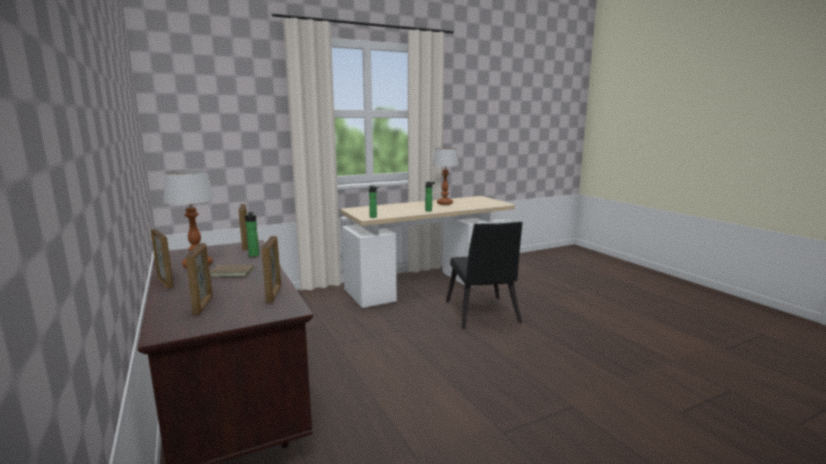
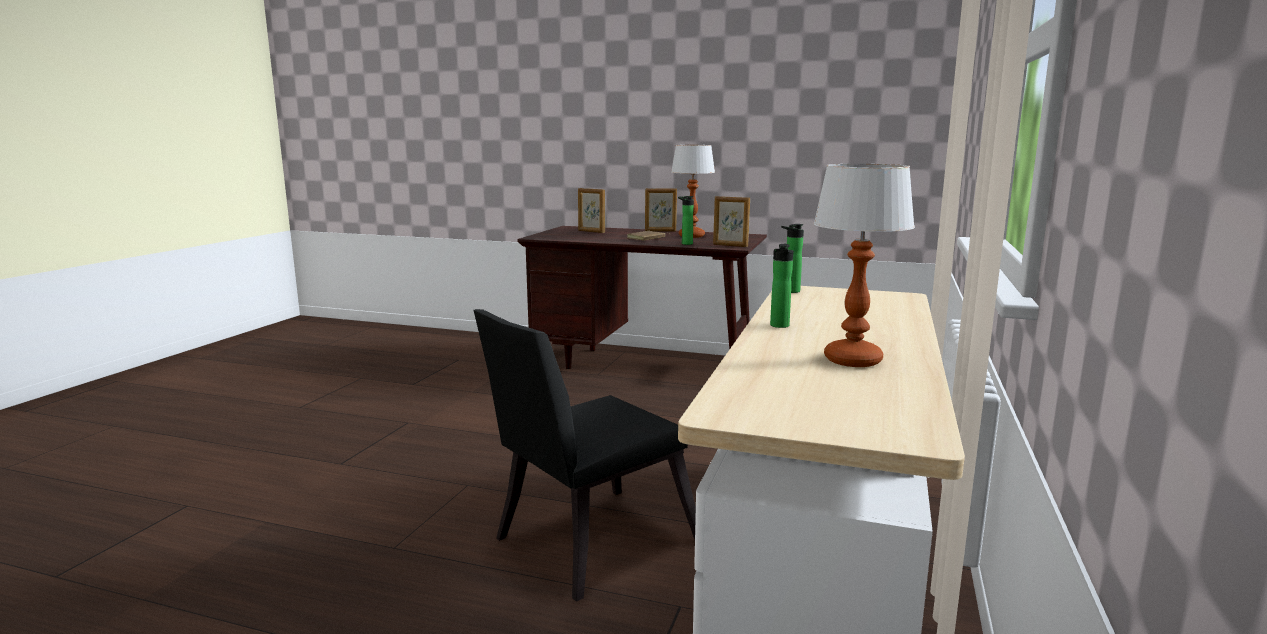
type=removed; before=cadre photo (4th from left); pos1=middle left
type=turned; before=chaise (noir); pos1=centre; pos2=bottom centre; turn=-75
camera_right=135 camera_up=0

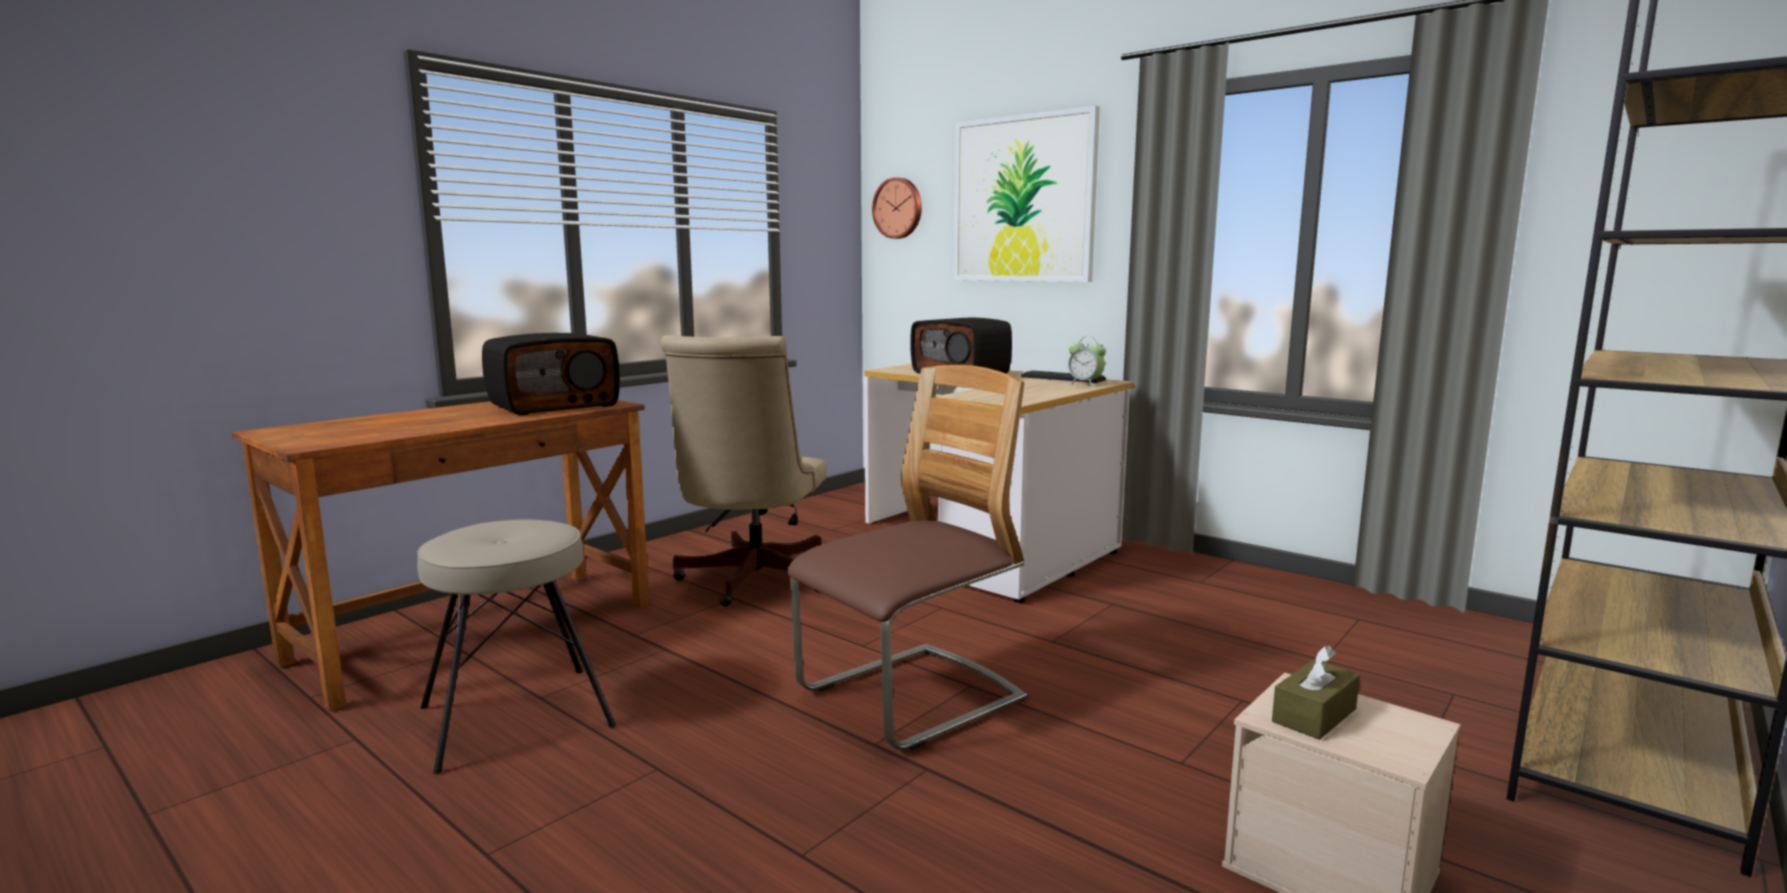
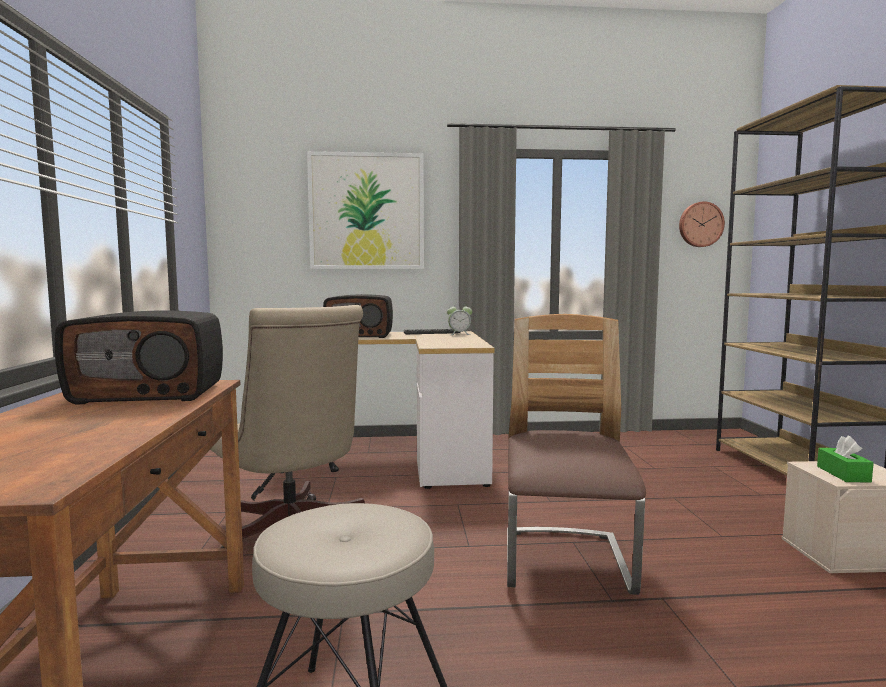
type=moved; before=horloge murale; pos1=top centre; pos2=top right
type=recoloured; before=boîte à mouchoirs (marron); after=boîte à mouchoirs (vert); pos1=bottom right; pos2=bottom right
type=turned; before=radio (1st from left); pos1=middle left; pos2=middle left; turn=75
camera_right=-45 camera_up=-5

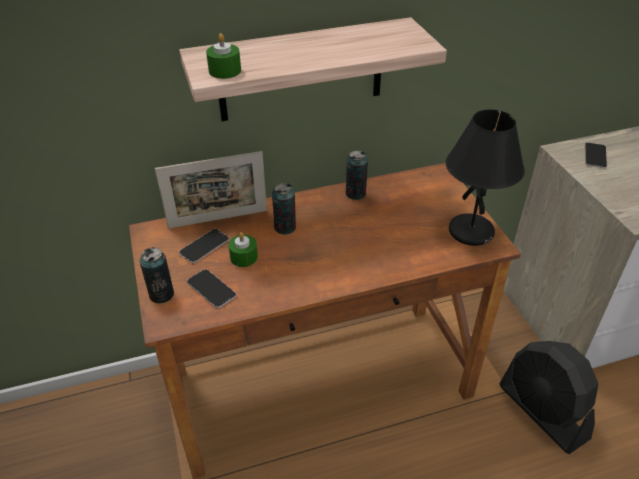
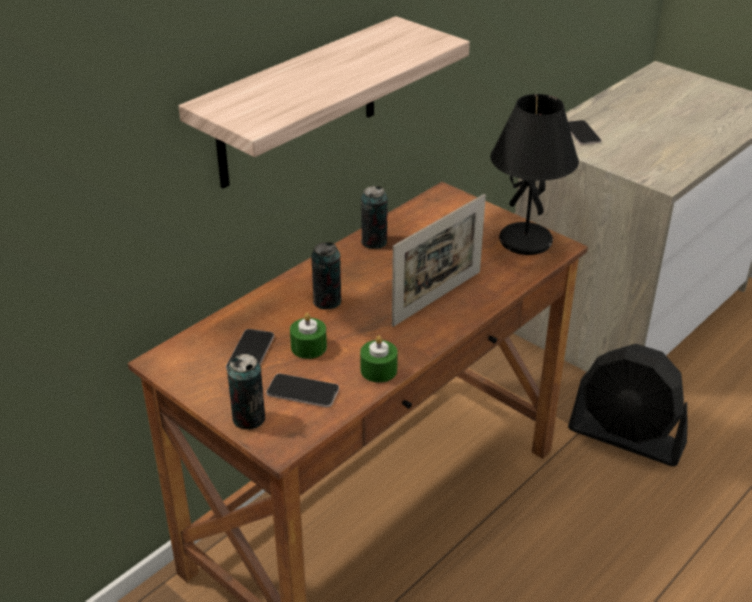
type=moved; before=cadre photo; pos1=middle left; pos2=centre
type=moved; before=bougie (vert) (1st from left in the first image); after=bougie (vert) (2nd from left); pos1=top centre; pos2=centre
camera_right=-30 camera_up=-5

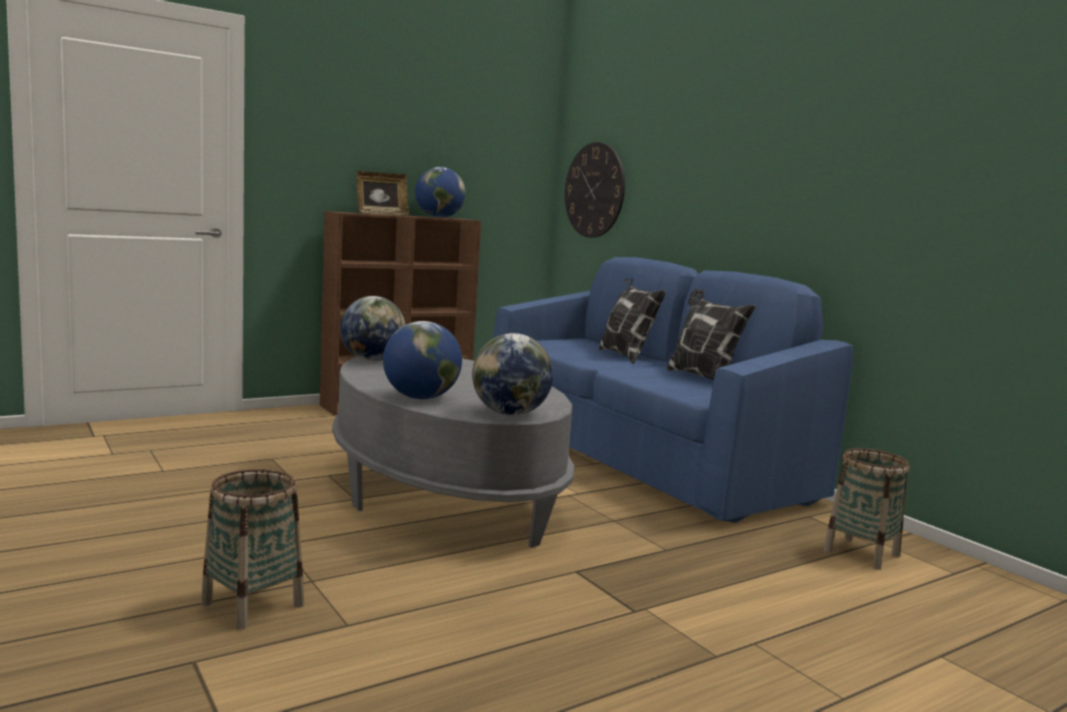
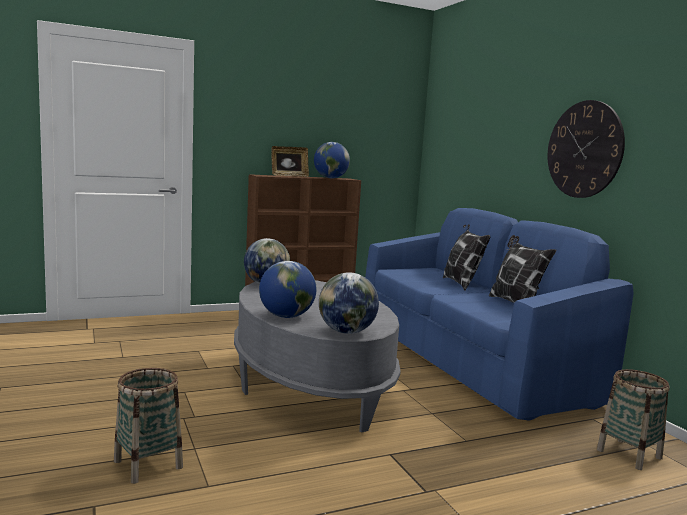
type=moved; before=horloge murale; pos1=top centre; pos2=top right
camera_right=10 camera_up=0

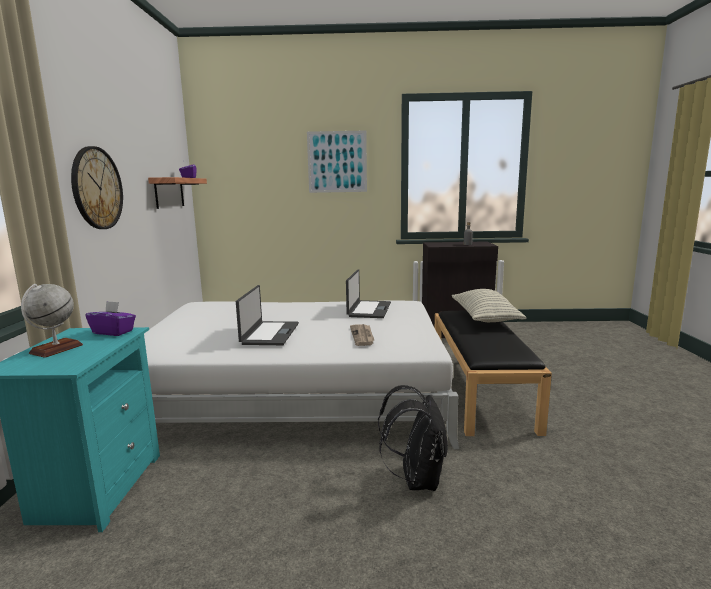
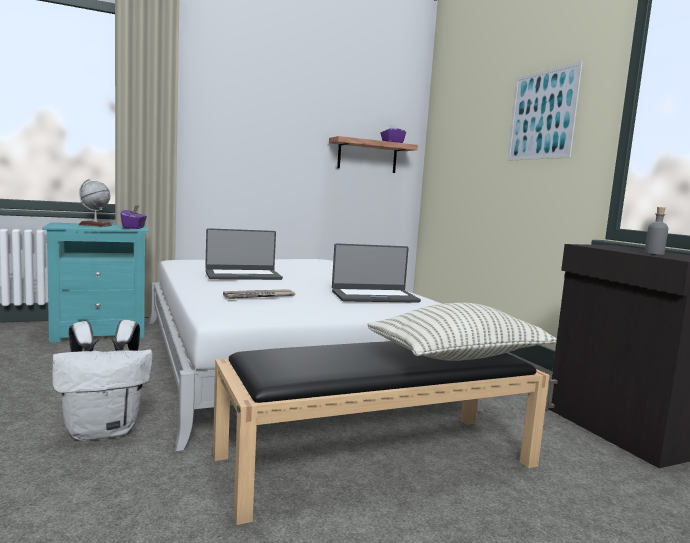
type=removed; before=horloge murale; pos1=top left
type=recoloured; before=sac à dos (noir); after=sac à dos (blanc); pos1=bottom centre; pos2=bottom left
camera_right=65 camera_up=-5

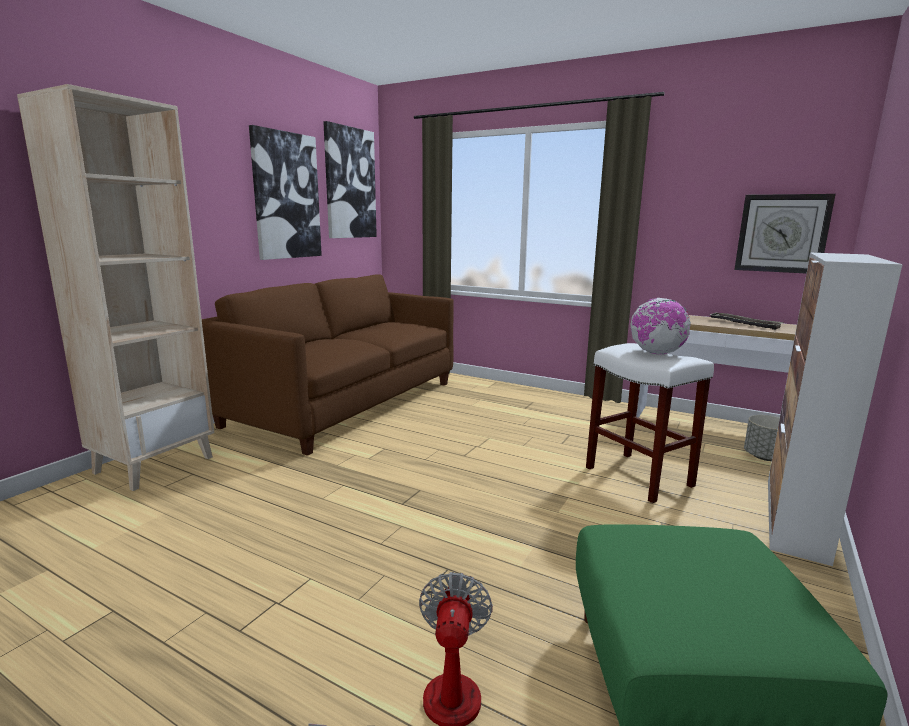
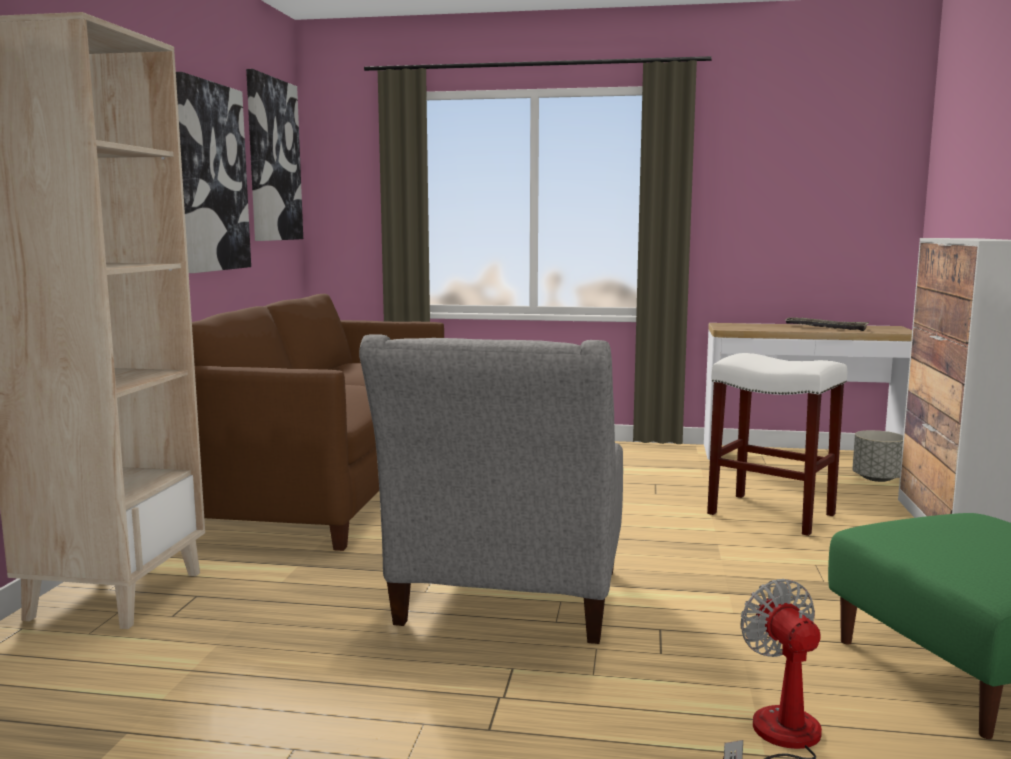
type=removed; before=globe; pos1=middle right
type=removed; before=horloge murale; pos1=top right
type=added; after=fauteuil (gris); pos2=centre
camera_right=-20 camera_up=-5

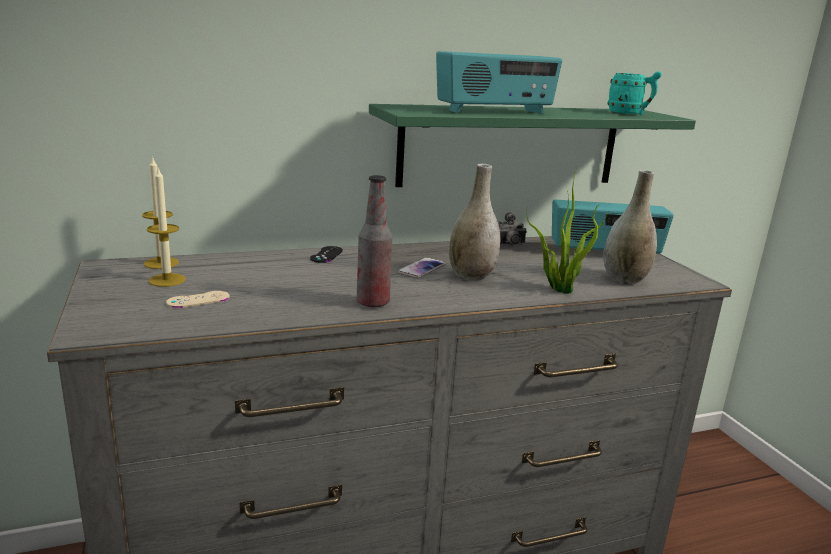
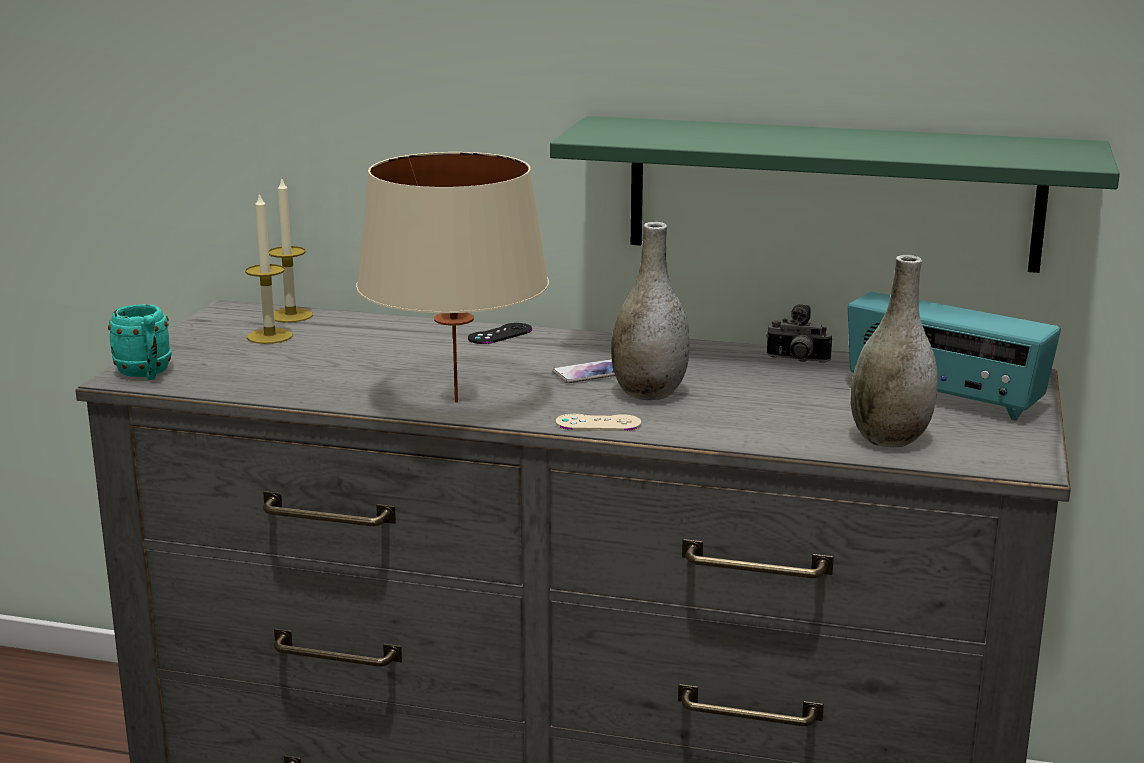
type=removed; before=radio (1st from left); pos1=top centre
type=removed; before=plante en pot; pos1=middle right
type=moved; before=manette (beige); pos1=middle left; pos2=centre
type=moved; before=mug (turquoise); pos1=top right; pos2=middle left
type=replaced; before=bouteille; after=lampe de table (beige); pos1=centre; pos2=centre
camera_right=35 camera_up=0

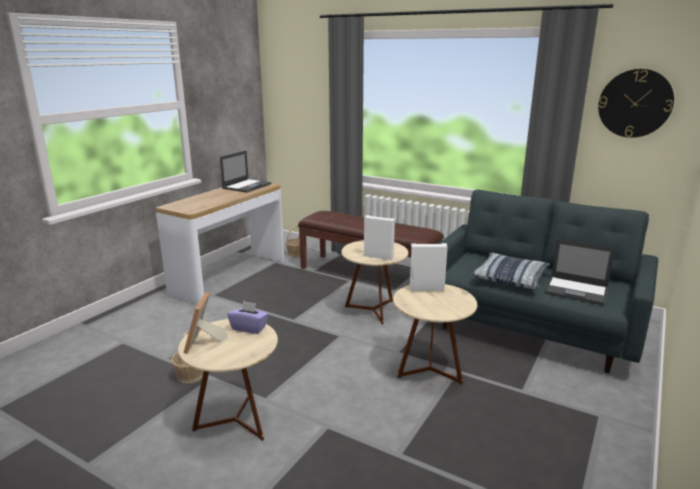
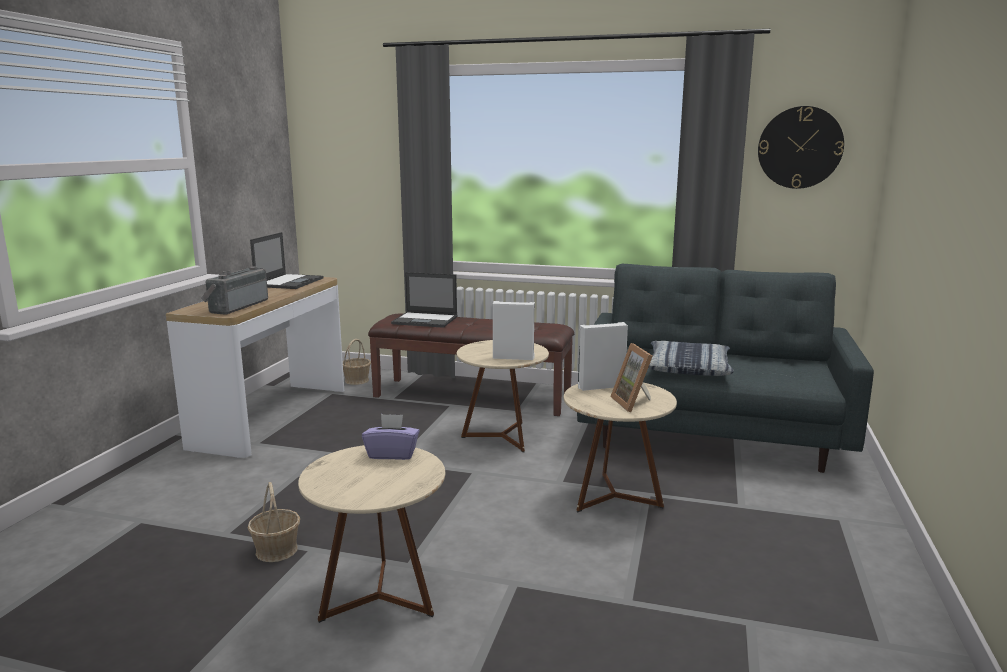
type=added; after=radio; pos2=middle left
type=moved; before=cadre photo; pos1=middle left; pos2=centre
type=moved; before=ordinateur portable (2nd from left); pos1=middle right; pos2=centre
camera_right=-15 camera_up=-5

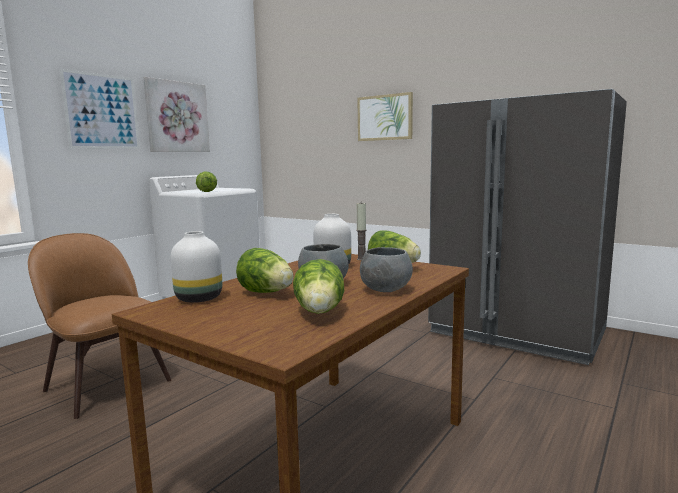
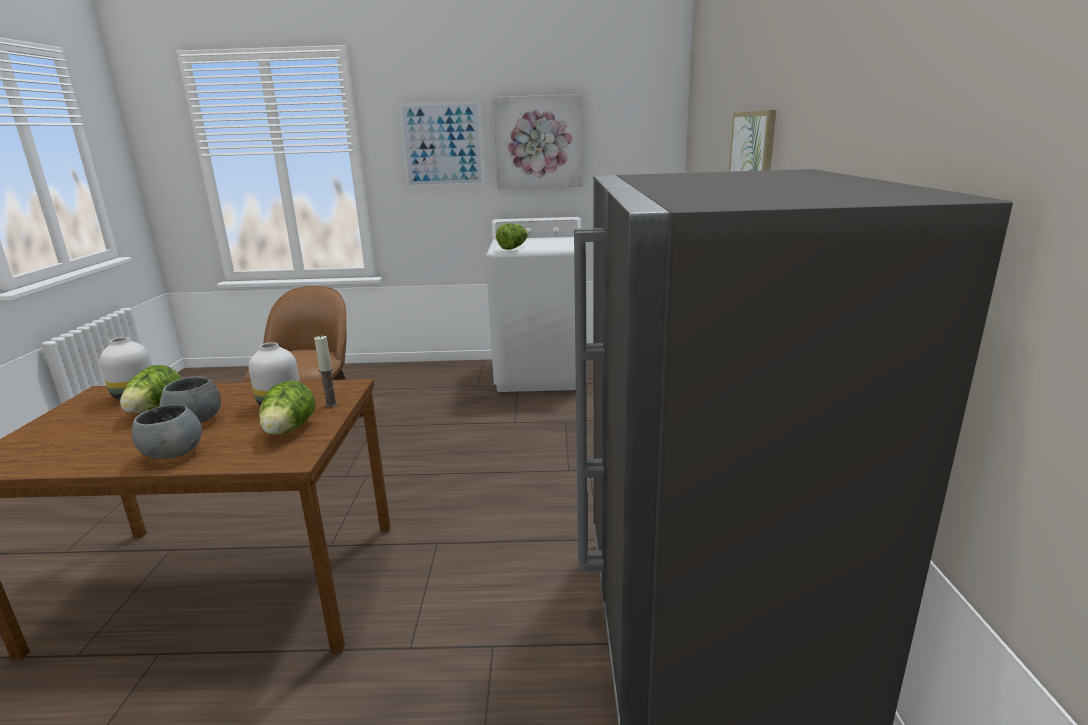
type=removed; before=laitue (3rd from left); pos1=centre
camera_right=55 camera_up=10

